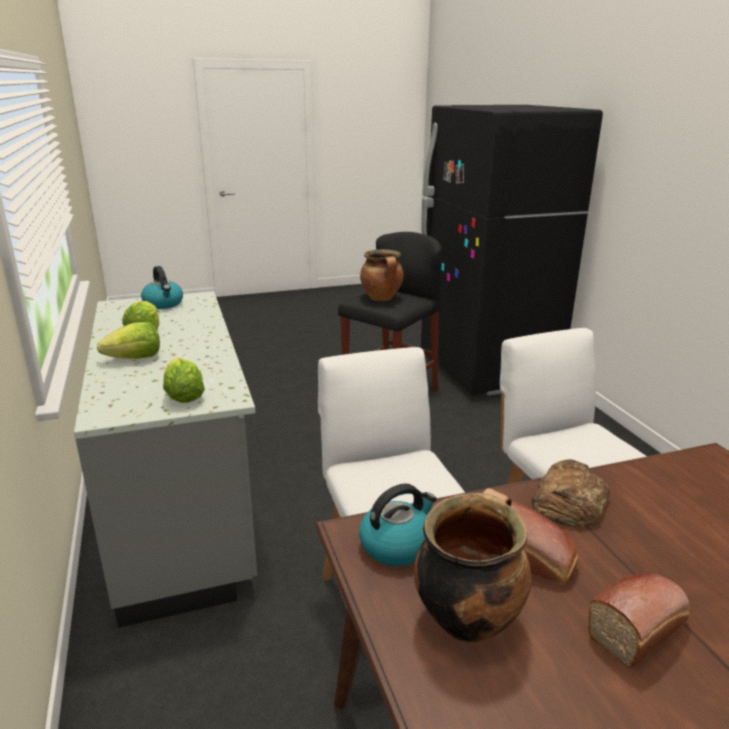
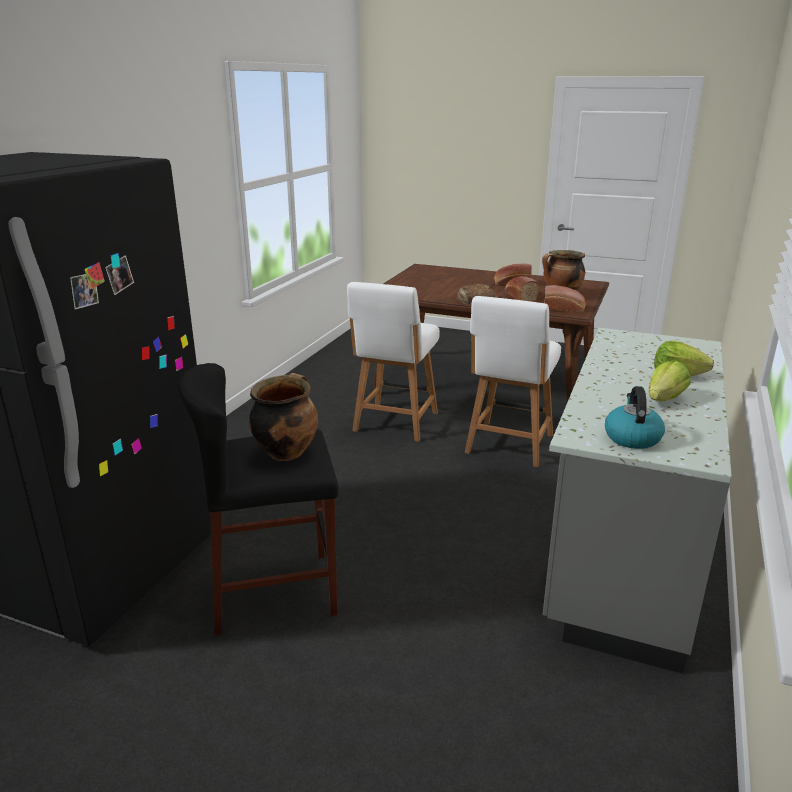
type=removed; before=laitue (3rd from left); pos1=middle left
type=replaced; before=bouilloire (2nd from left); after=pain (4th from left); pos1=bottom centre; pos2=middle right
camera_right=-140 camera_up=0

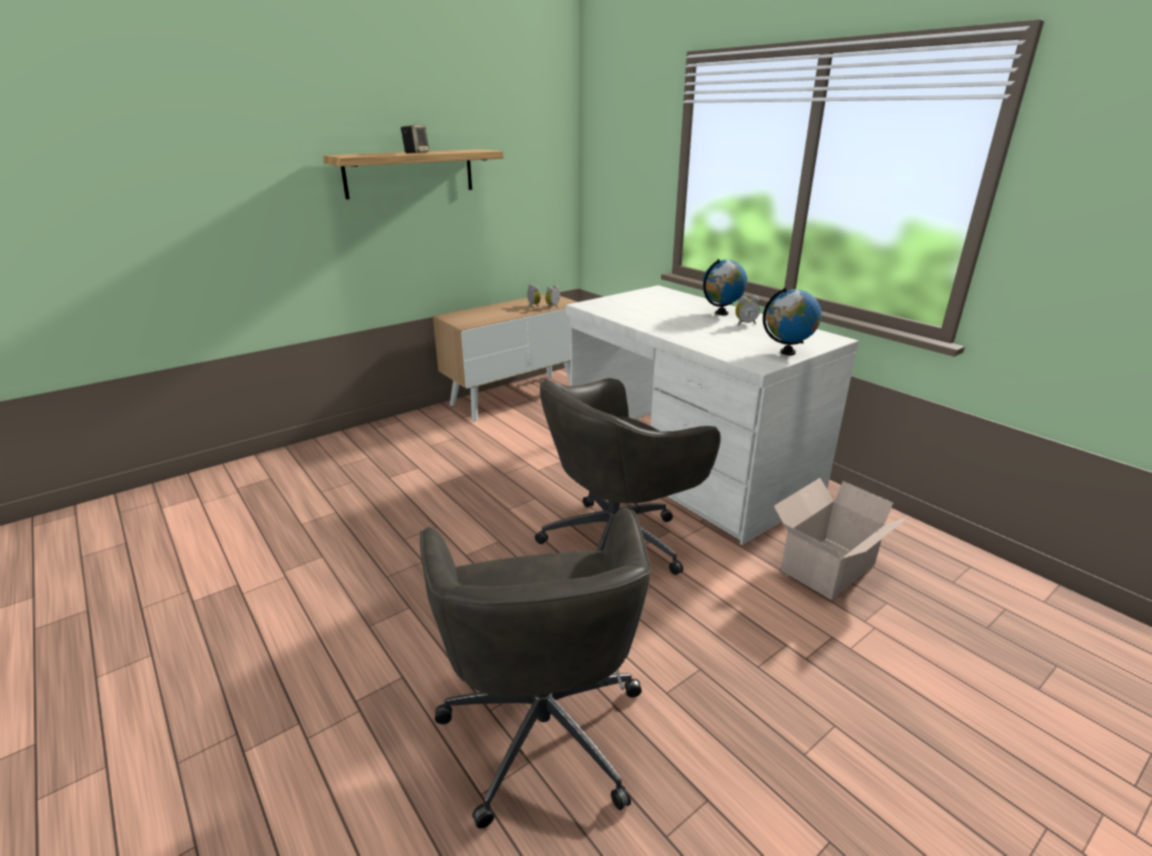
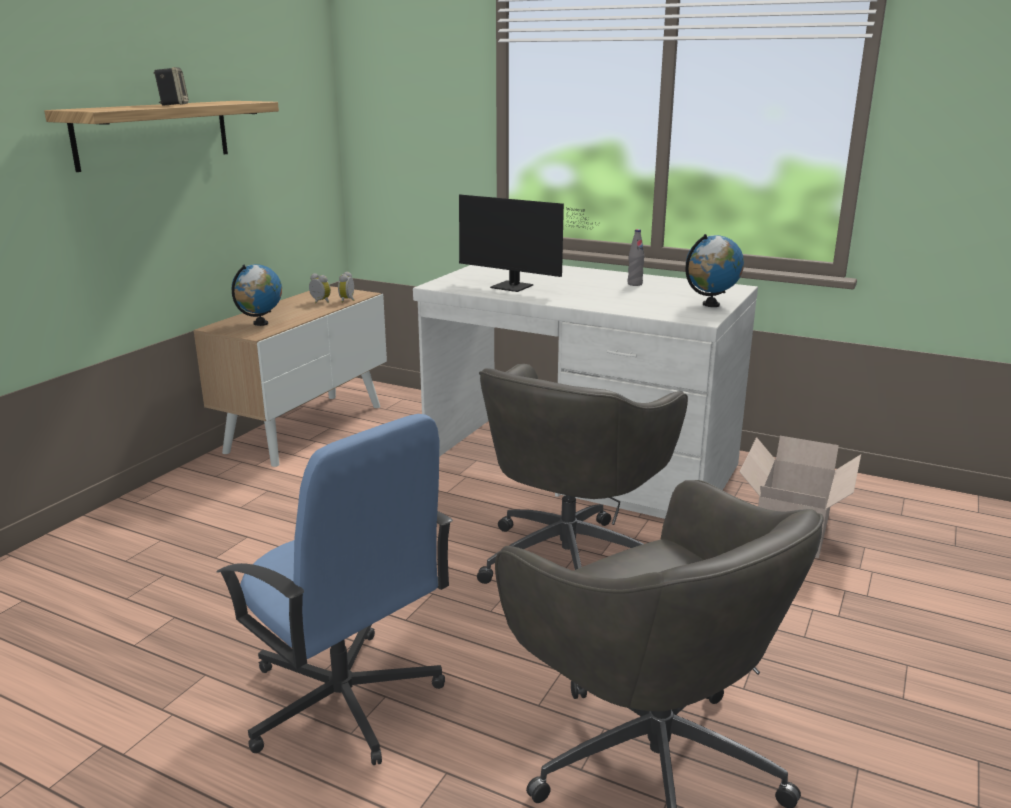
type=added; after=chaise de bureau (bleu); pos2=bottom left
type=added; after=écran d'ordinateur; pos2=top centre
type=moved; before=globe (1st from left); pos1=centre; pos2=middle left
type=replaced; before=réveil (3rd from left); after=bouteille (gris); pos1=centre; pos2=top centre
camera_right=-25 camera_up=-5

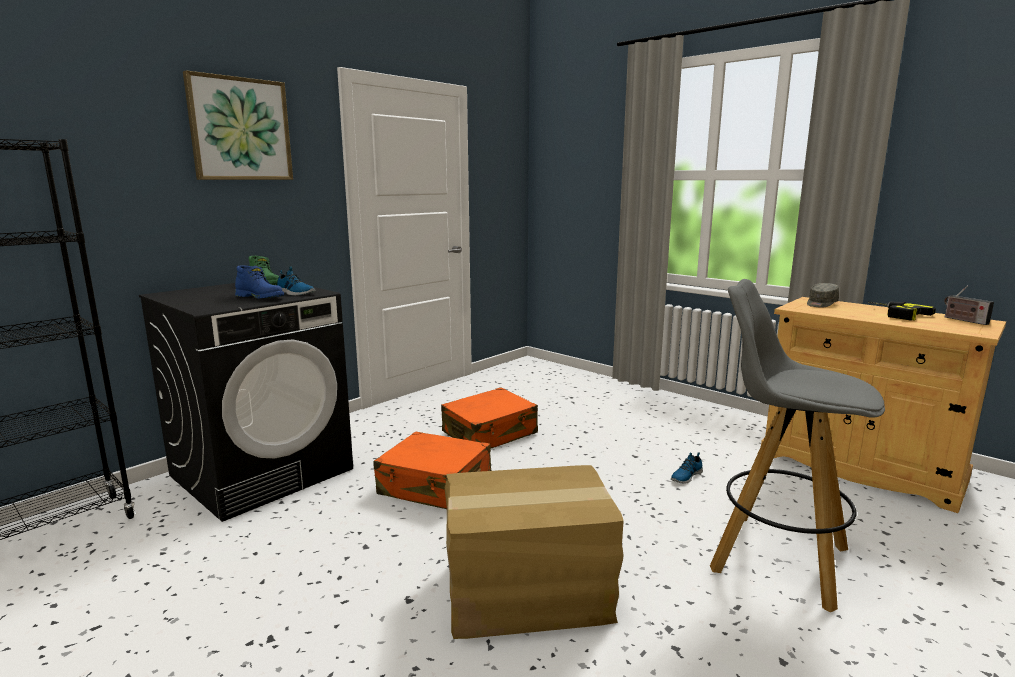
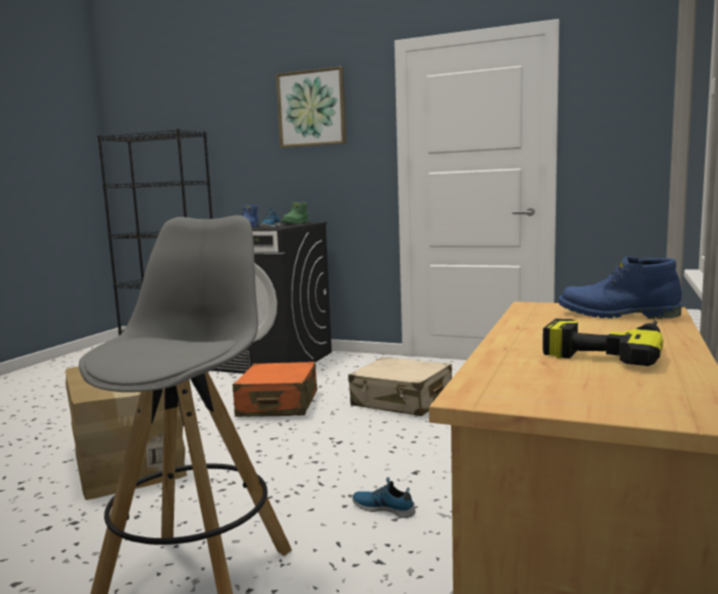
type=removed; before=radio; pos1=middle right
type=replaced; before=casquette (gris); after=botte (bleu) (2nd from left); pos1=middle right; pos2=middle right
type=recoloured; before=valise (orange) (2nd from left); after=valise (beige); pos1=centre; pos2=centre
camera_right=70 camera_up=-5

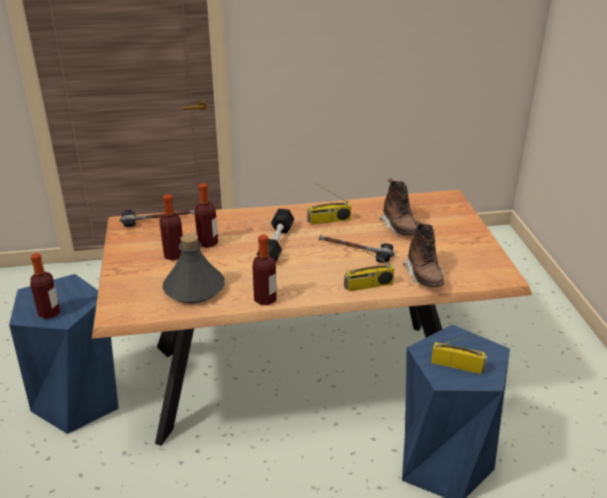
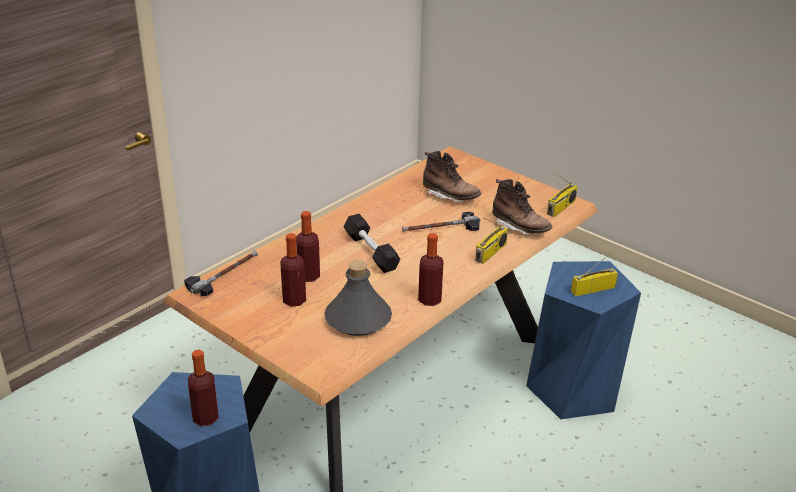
type=moved; before=radio (1st from left in the first image); after=radio (2nd from left); pos1=centre; pos2=middle right
camera_right=-40 camera_up=0

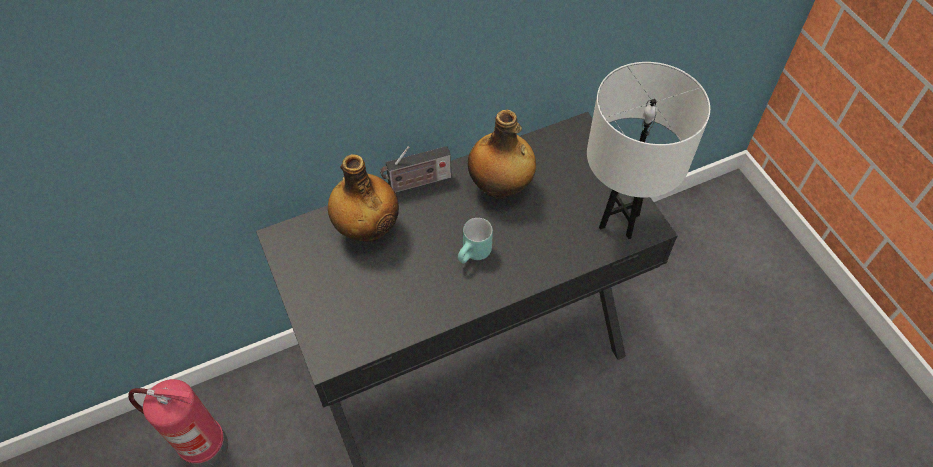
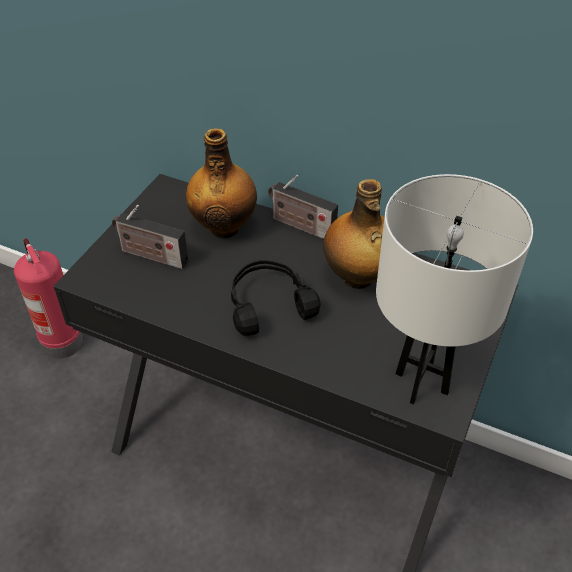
type=added; after=radio (1st from left); pos2=middle left
type=replaced; before=mug (turquoise); after=casque audio (noir); pos1=centre; pos2=centre
camera_right=50 camera_up=-10

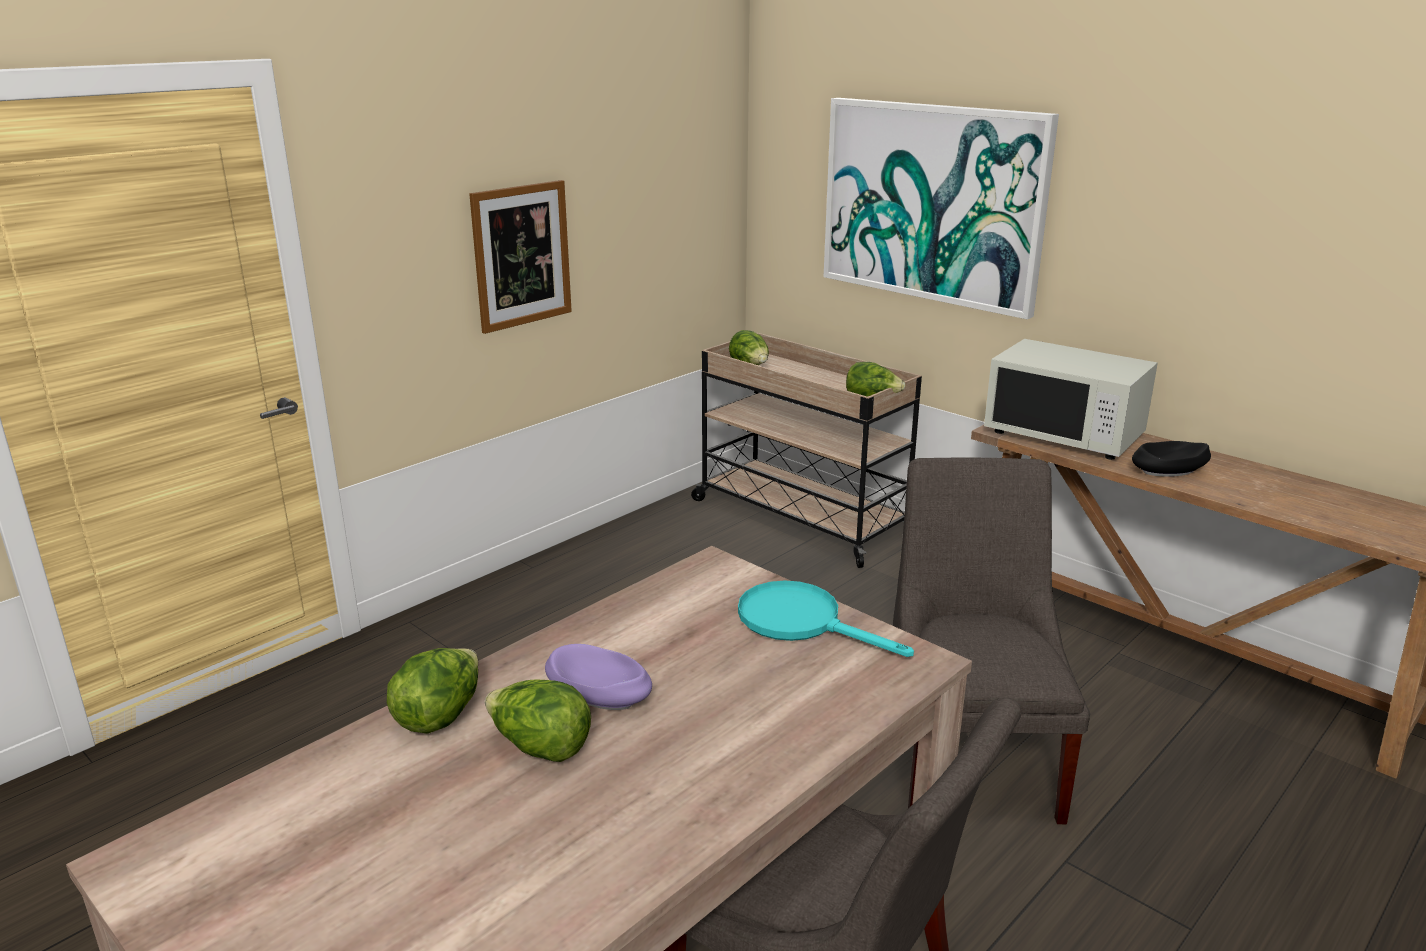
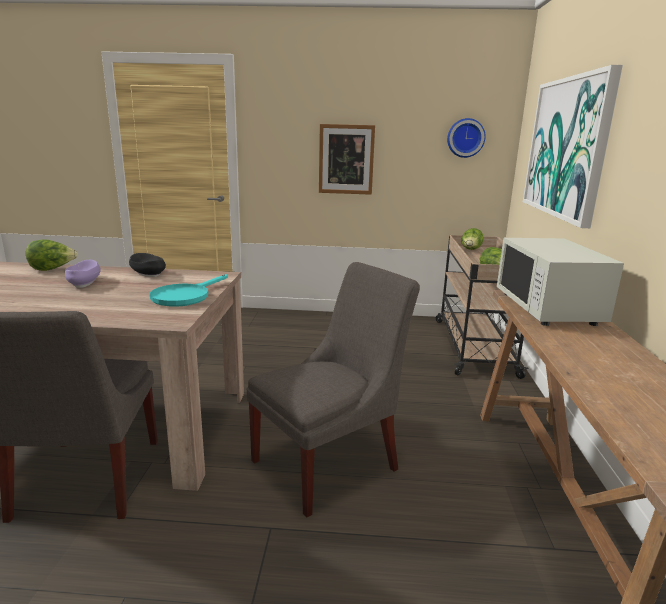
type=removed; before=laitue (2nd from left); pos1=bottom centre
type=added; after=horloge murale; pos2=top right
type=moved; before=bol (noir); pos1=middle right; pos2=middle left
type=turned; before=poêle (turquoise); pos1=centre; pos2=middle left; turn=-150
camera_right=50 camera_up=-5

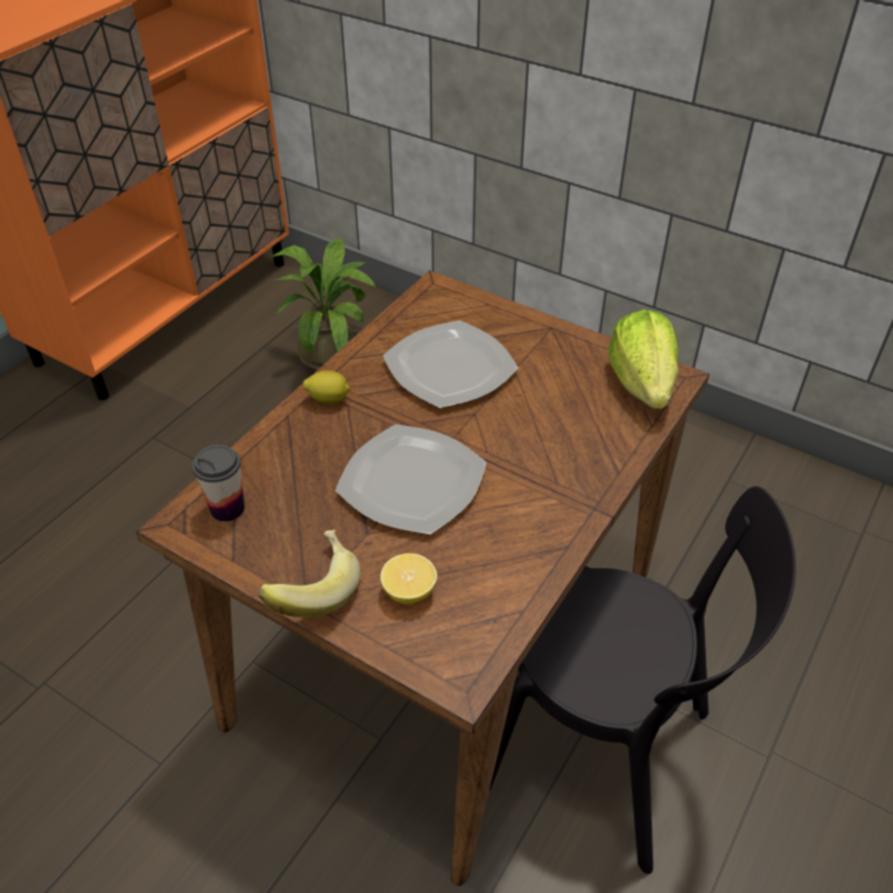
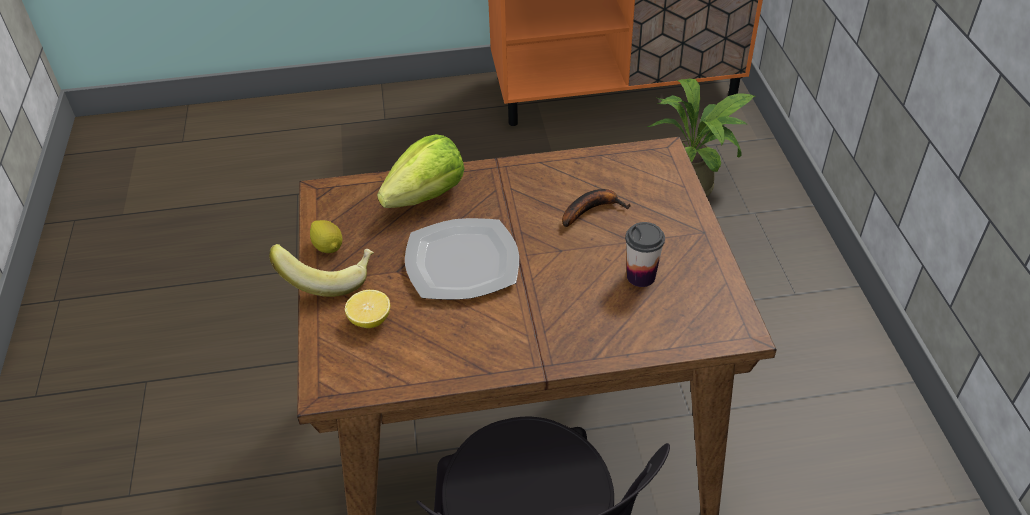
type=moved; before=tasse; pos1=middle left; pos2=centre
type=moved; before=citron (1st from left); pos1=centre; pos2=middle left
type=moved; before=laitue; pos1=middle right; pos2=top centre
type=replaced; before=assiette (2nd from left); after=banane (2nd from left); pos1=centre; pos2=centre
camera_right=50 camera_up=0

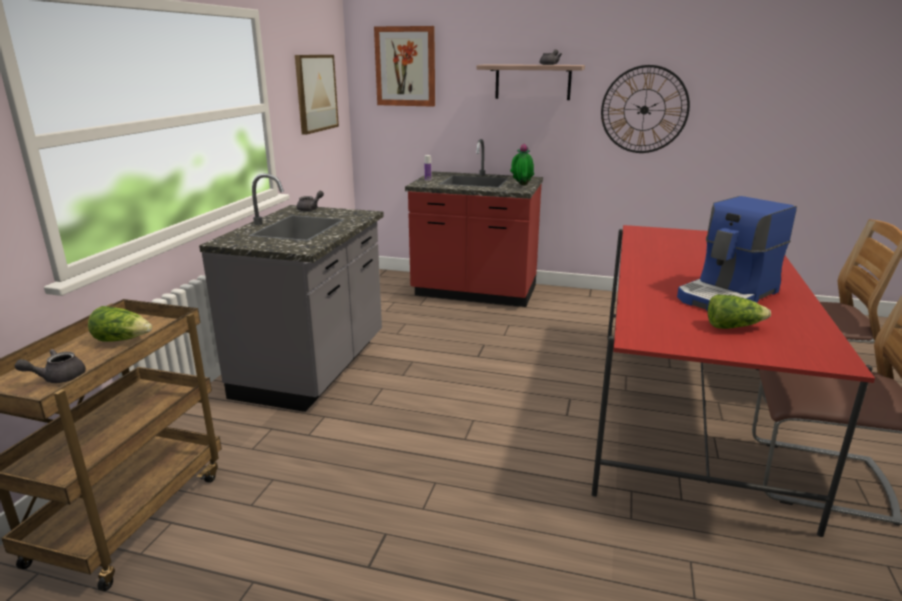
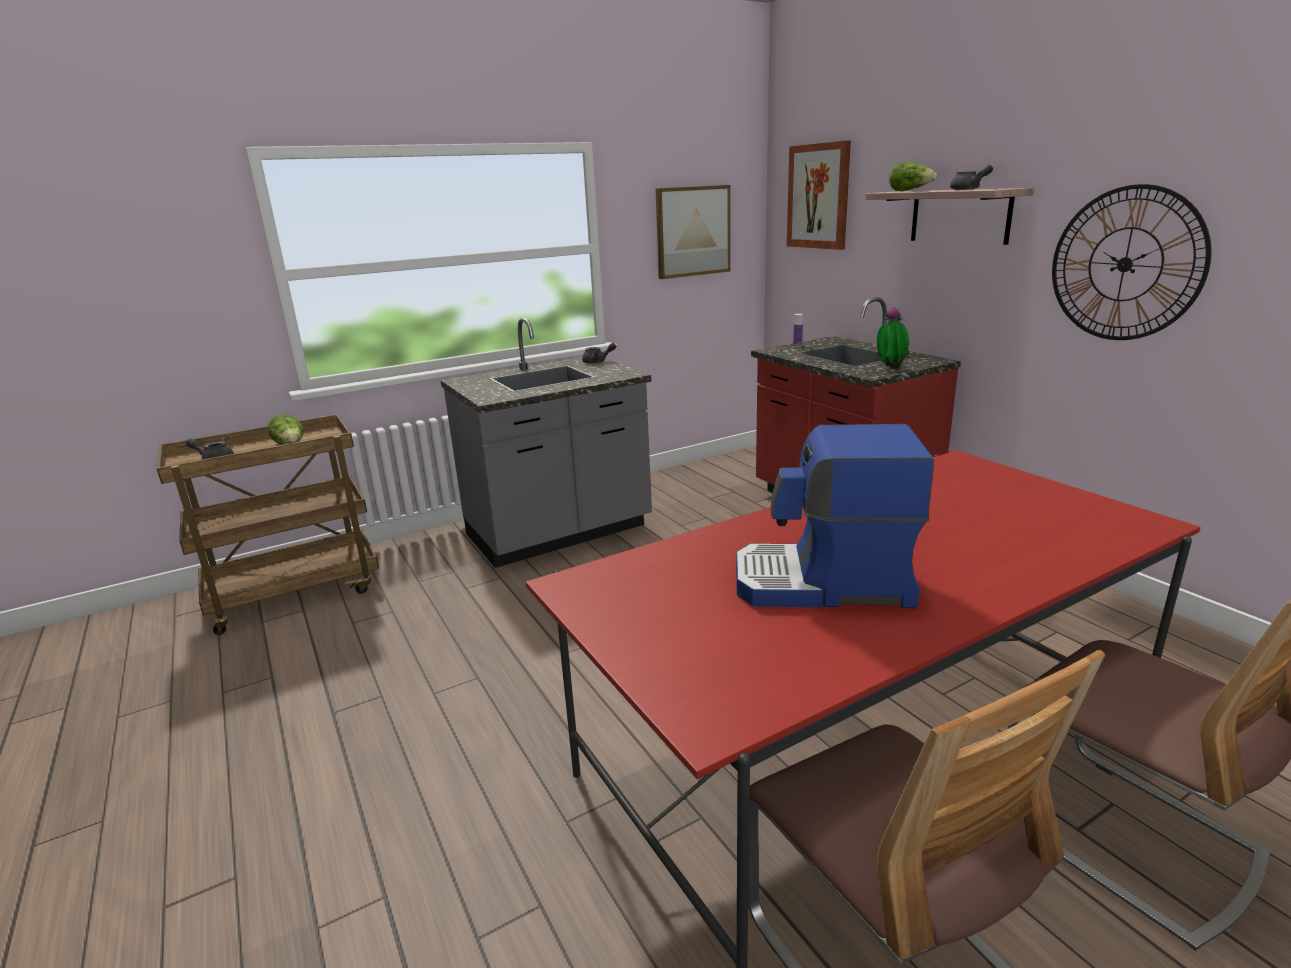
type=moved; before=laitue (2nd from left); pos1=middle right; pos2=top right
camera_right=45 camera_up=0

